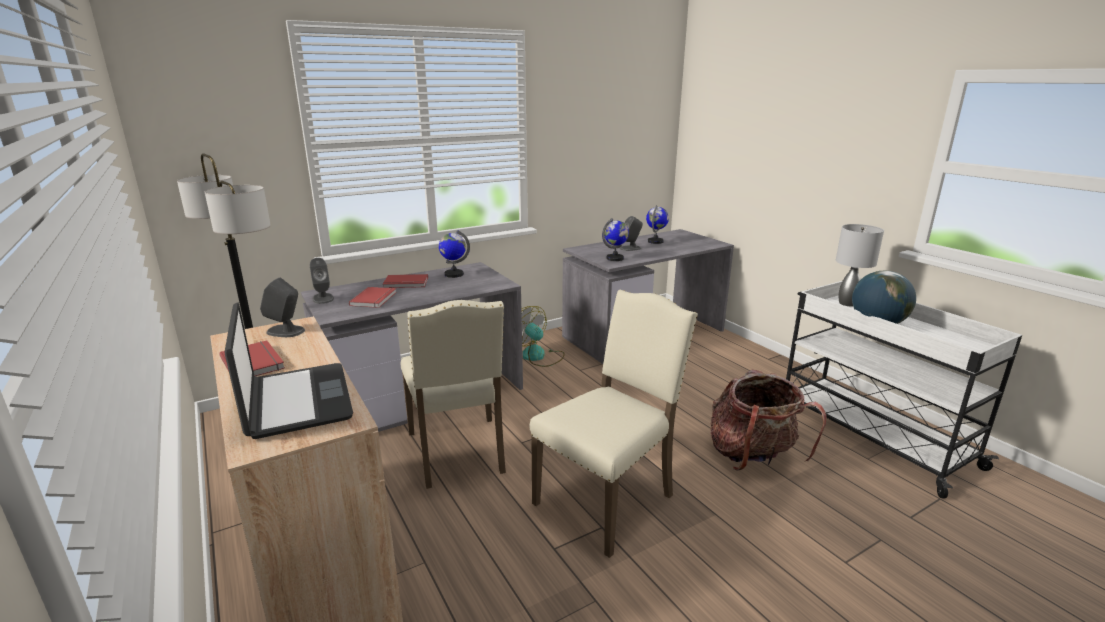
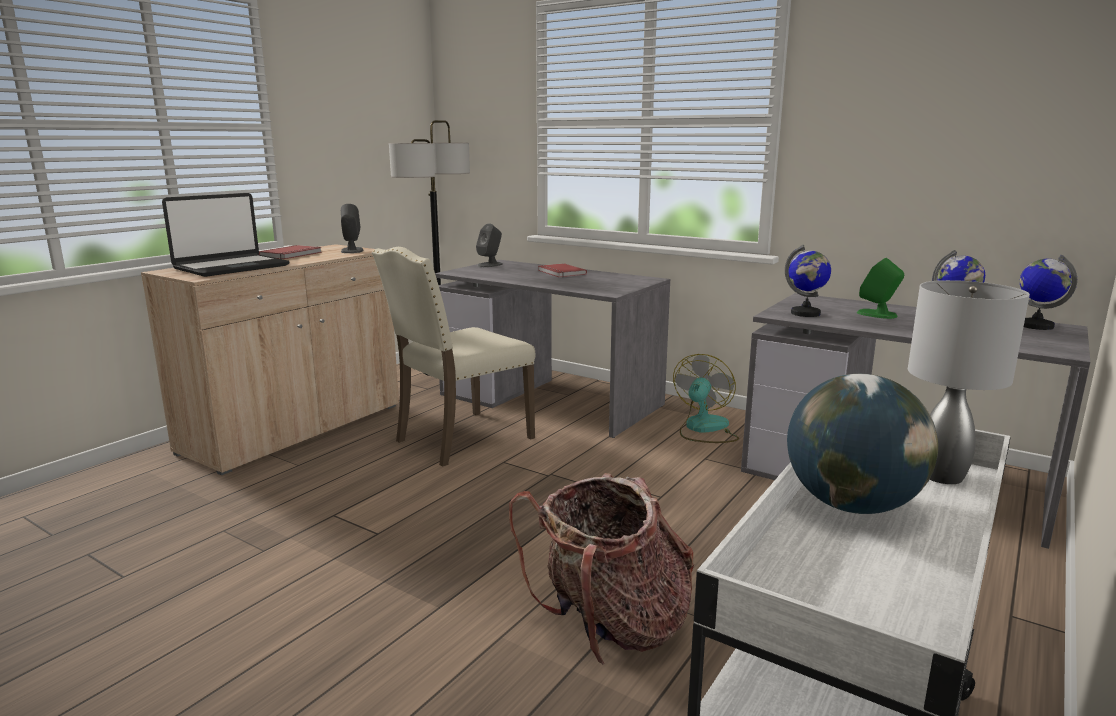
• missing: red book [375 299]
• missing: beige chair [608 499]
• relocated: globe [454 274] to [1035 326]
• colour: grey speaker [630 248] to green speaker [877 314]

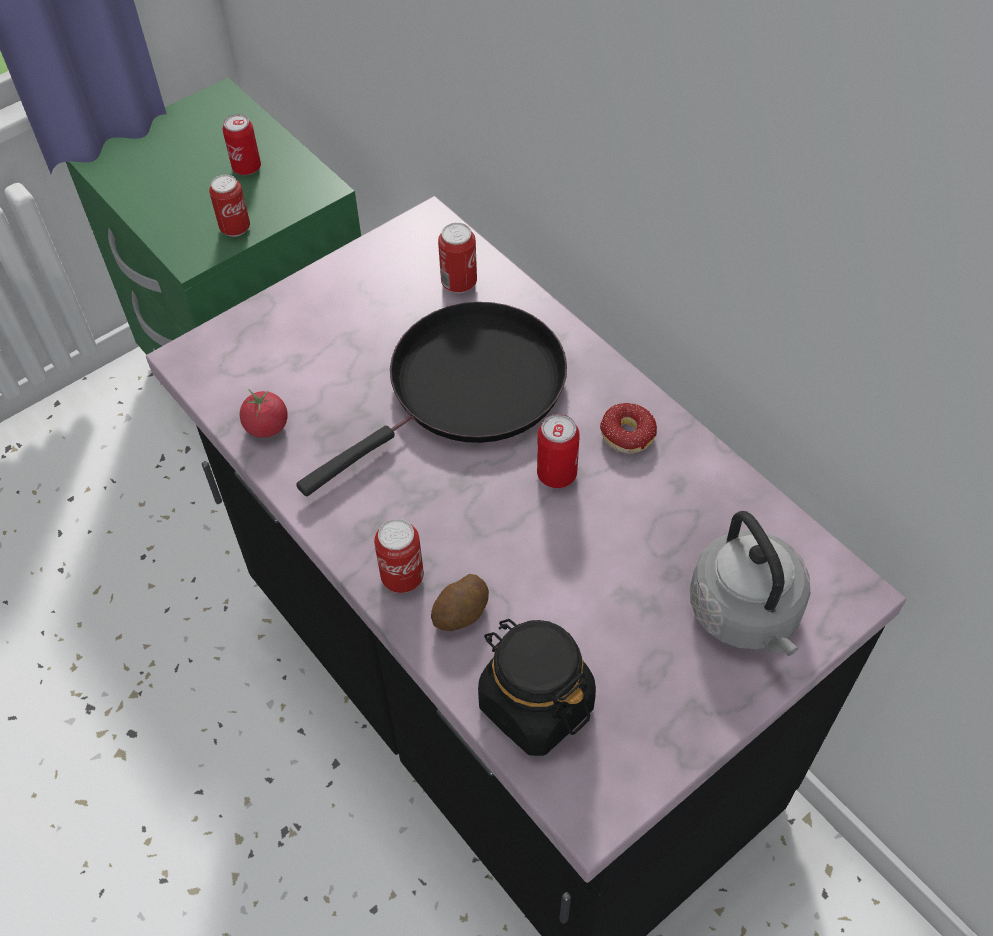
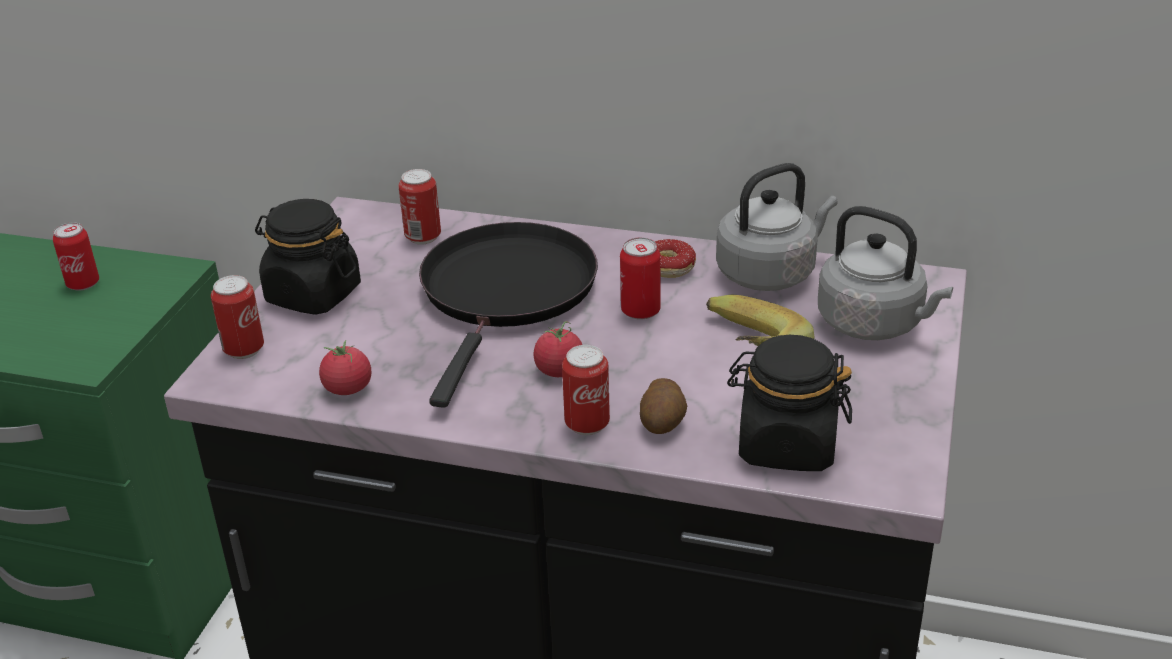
• appeared: black jar [312 294]
• appeared: tomato [559 370]
• appeared: banana [745 356]
• appeared: grey kettle [770 273]
• relocated: can [235 228] to [244 350]

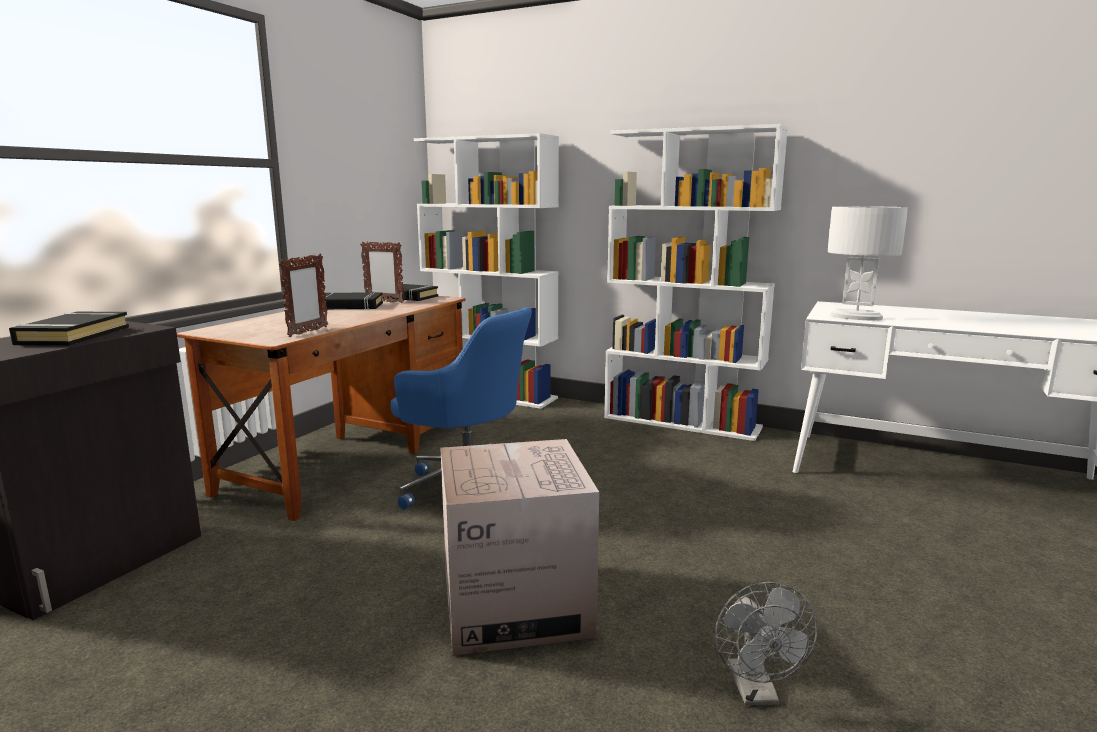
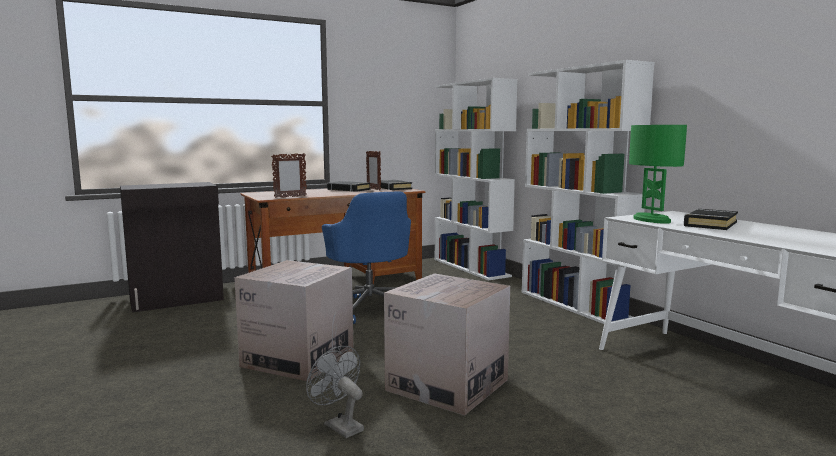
• appeared: cardboard box [447 385]
• relocated: black book [73 336] to [710 224]
• colour: white table lamp [855 317] to green table lamp [651 220]
• spun: grey fan [756 692] = [339 426] 105 degrees clockwise

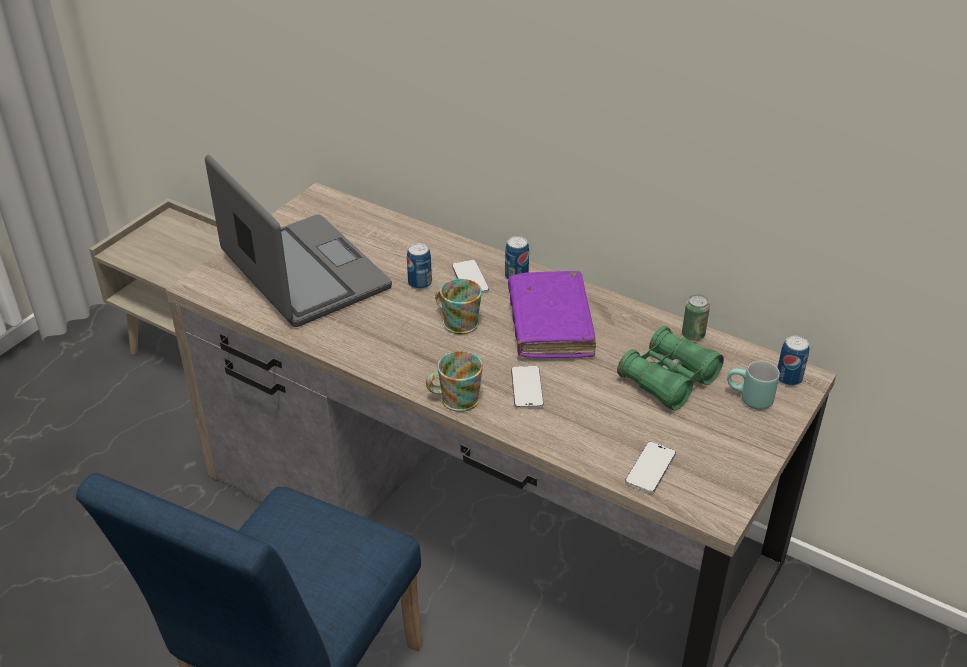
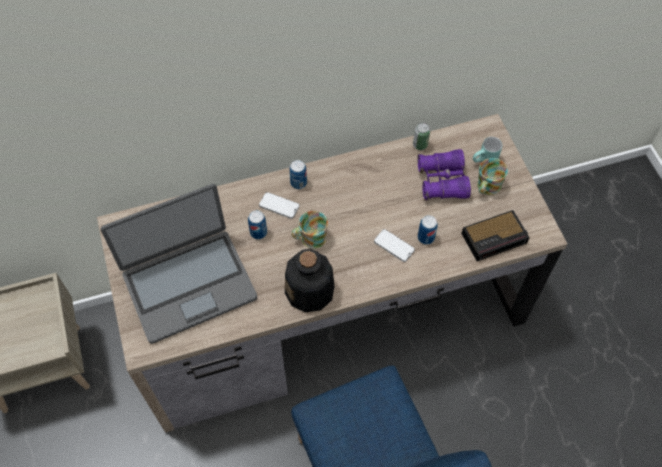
• missing: purple book [550 325]
• appeared: bottle [310 291]
• relocated: mug [454 399] to [486 187]
• relocated: can [788 378] to [426 237]
• exchanged: phone [650 469] to alarm clock [495 238]
• colour: green binoculars [668 379] to purple binoculars [442 181]
• spun: laptop [304 273] = [188 284] 150 degrees clockwise

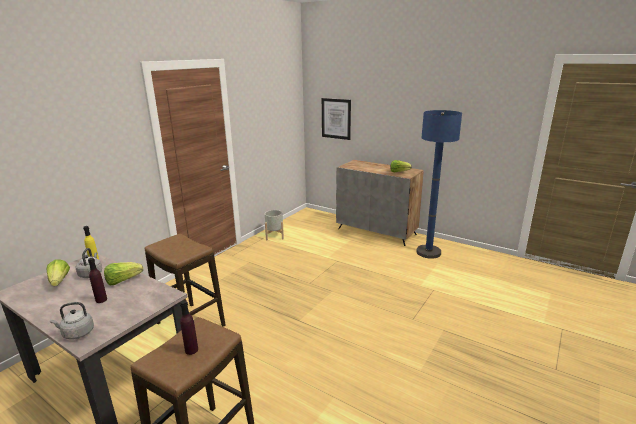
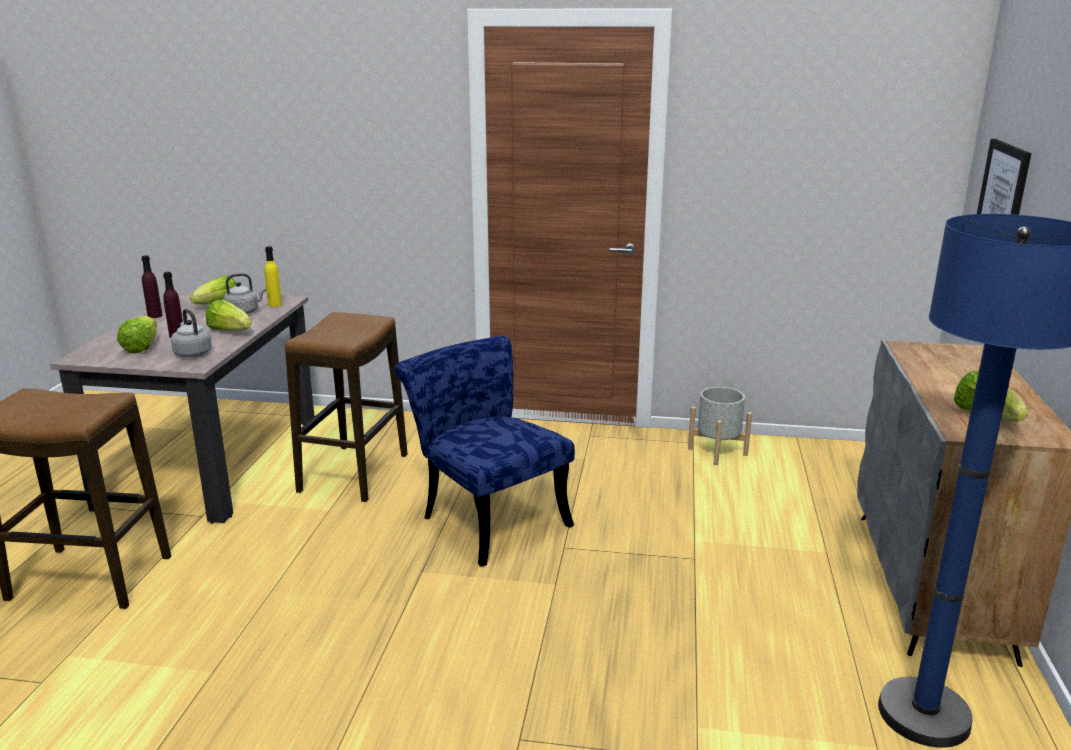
• appeared: lettuce [141 347]
• appeared: blue chair [487 518]
• relocated: grey kettle [77 333] to [192 353]
• relocated: purple bottle [191 350] to [155 316]

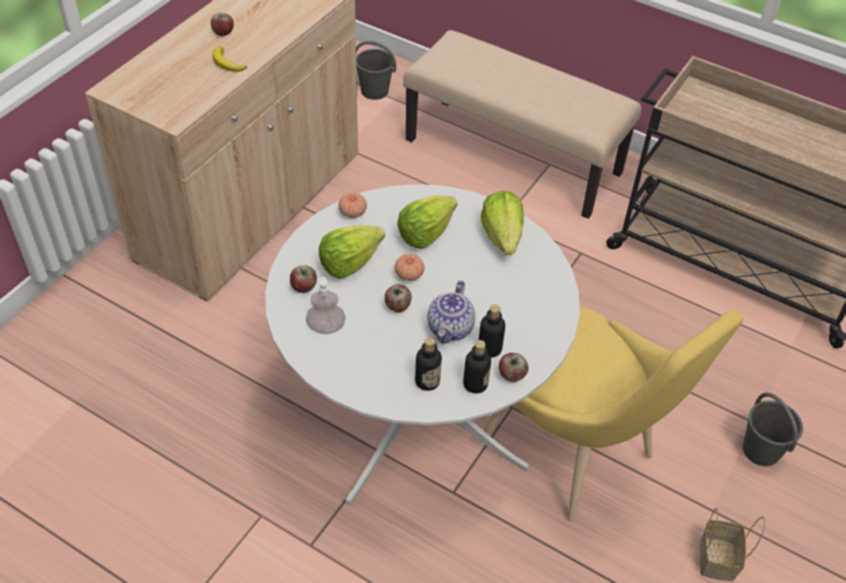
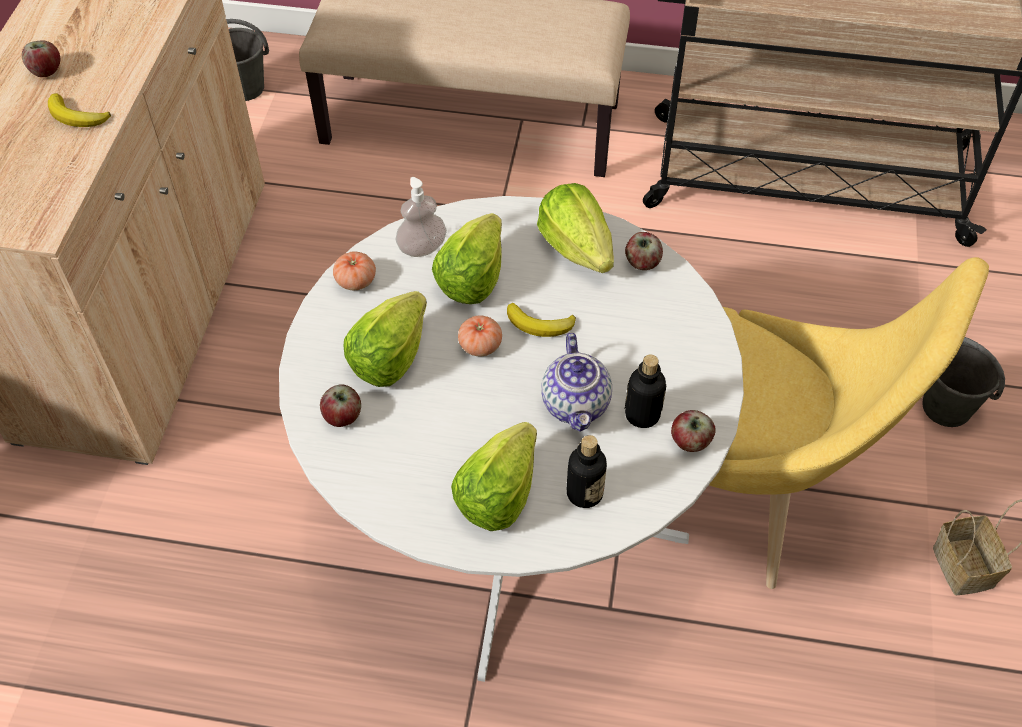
• missing: bottle [475 384]
• appeared: lettuce [498 494]
• appeared: banana [540 324]
• relocated: soap dispenser [326 327] to [422 247]
• relocated: apple [397 306] to [642 263]

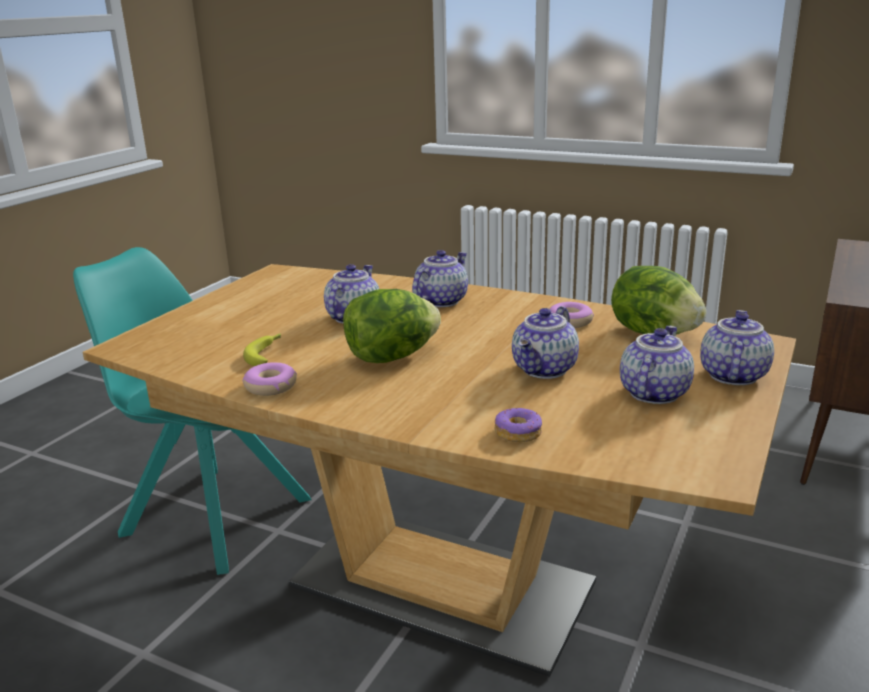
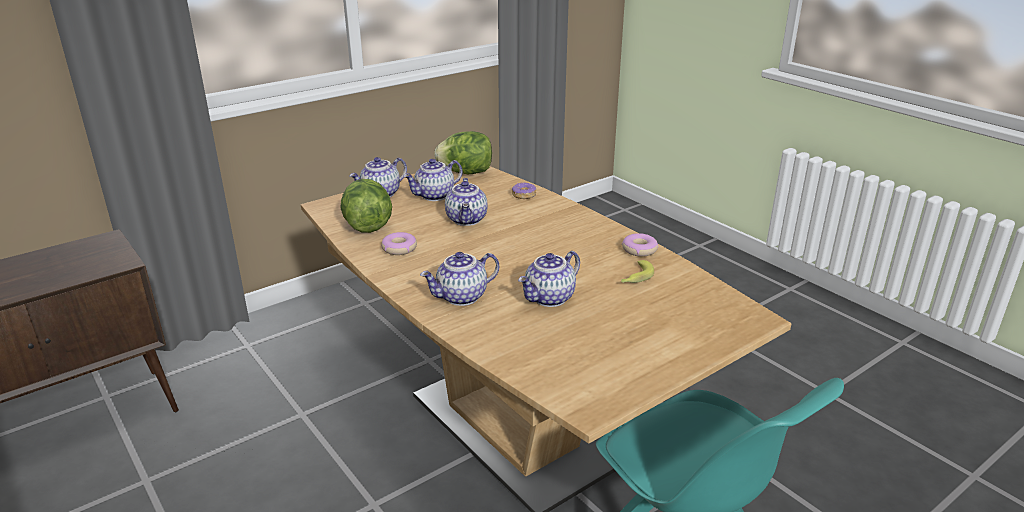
• relocated: lettuce [391 357] to [466 172]
• spun: teapot [545 370] = [467 220] 120 degrees clockwise

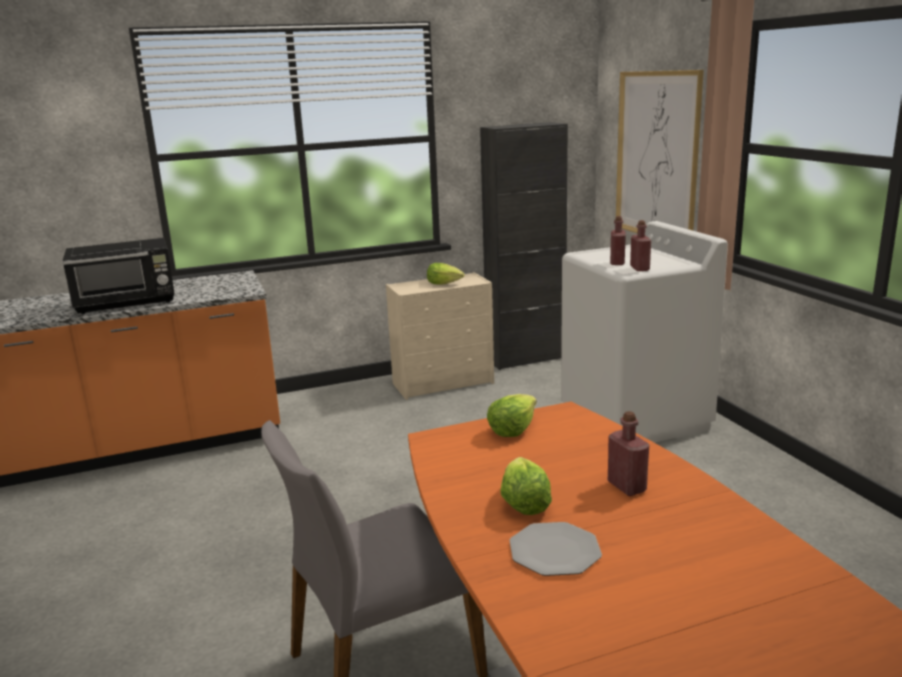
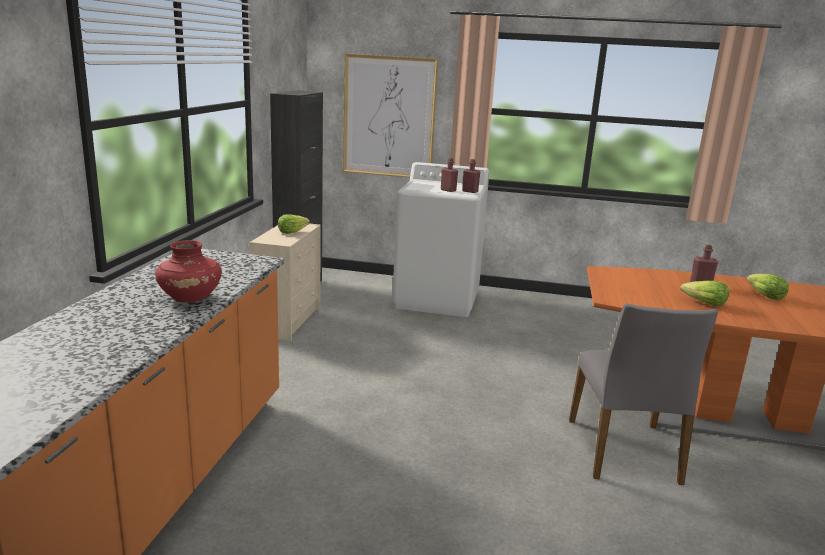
• missing: plate [554 551]
• relocated: lettuce [512 429] to [764 296]
• exchanged: black microwave [127 303] to red vase [190 298]

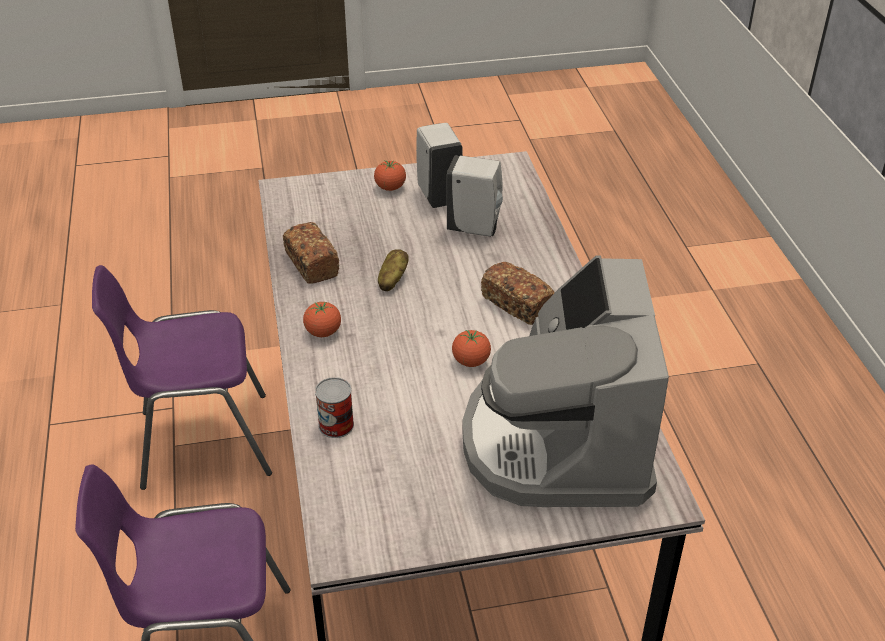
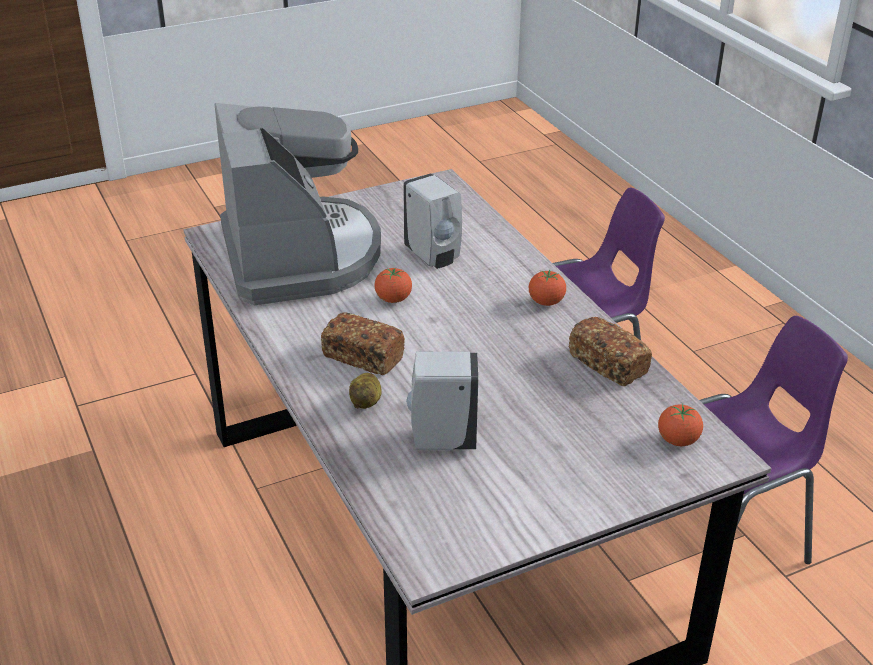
• missing: can [336 425]
• relocated: tomato [390 188] to [678 440]
• relocated: potato [392 280] to [366 402]
• relocated: white soap dispenser [438 195] to [433 257]

